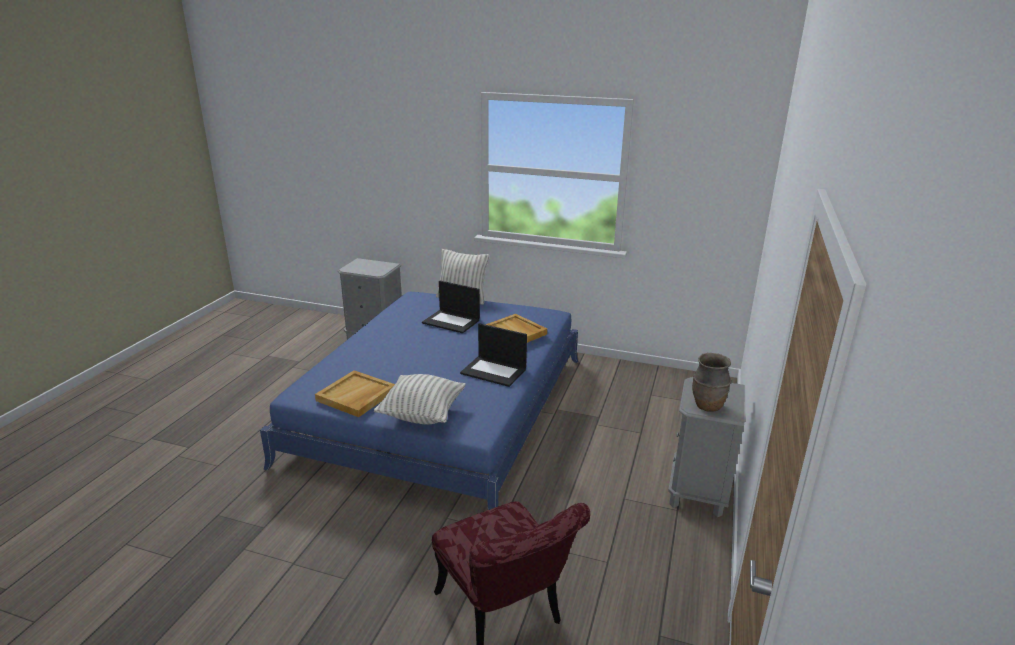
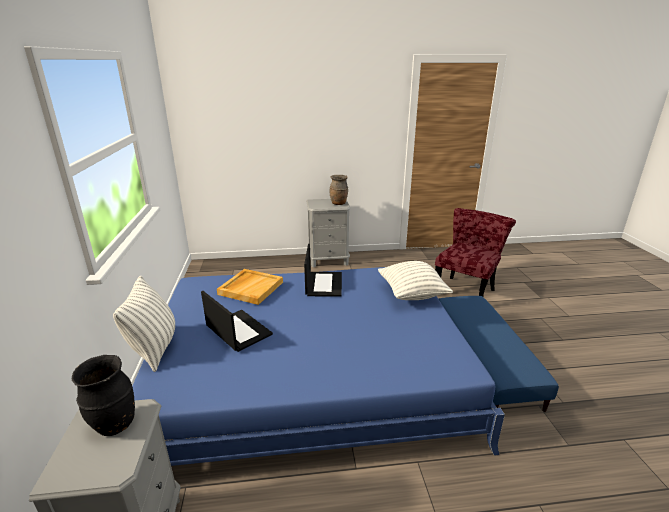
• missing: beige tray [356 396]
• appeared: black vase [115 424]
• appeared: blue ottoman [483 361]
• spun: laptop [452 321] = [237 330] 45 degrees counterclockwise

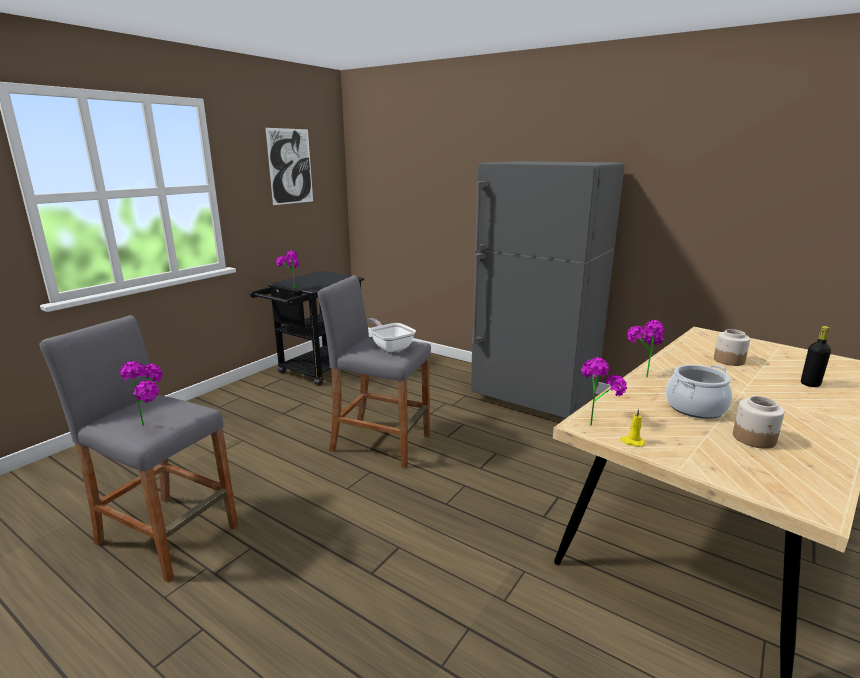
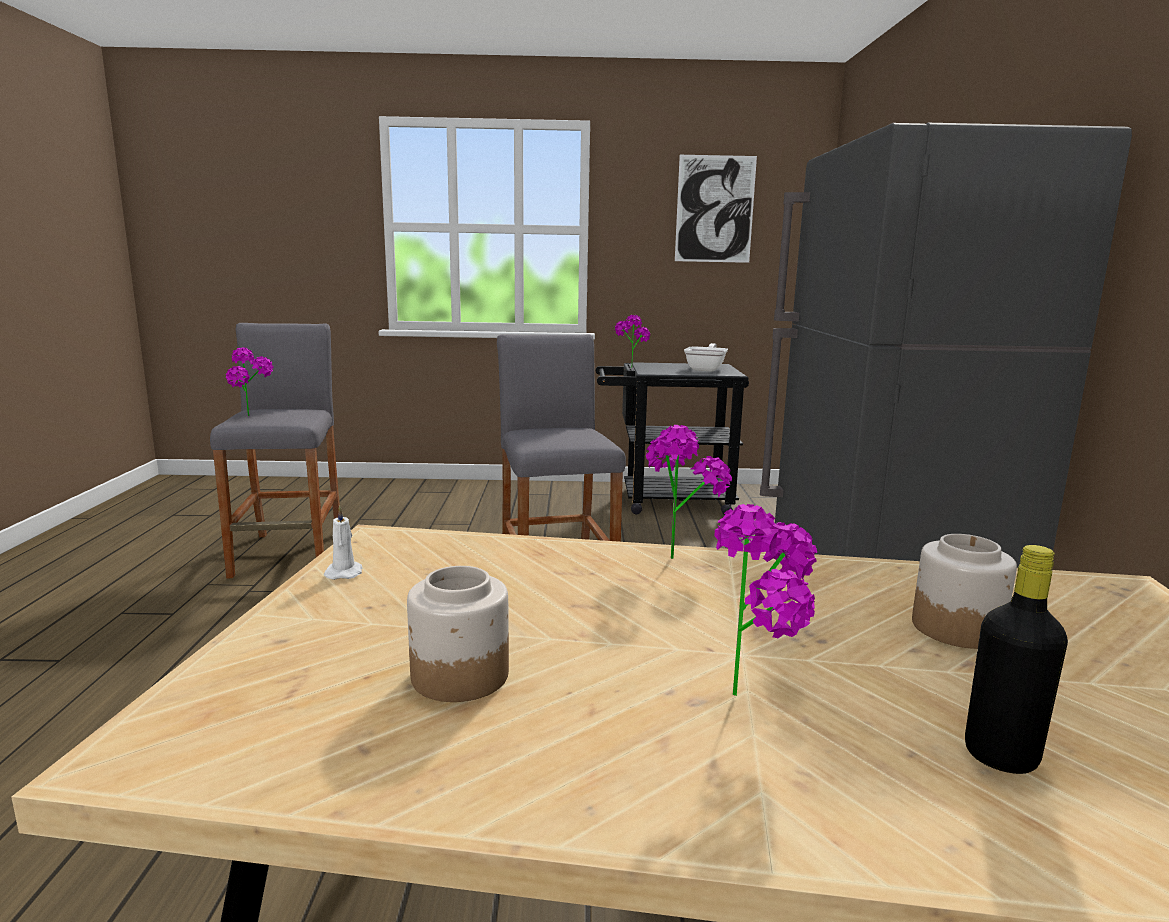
• missing: cooking pot [695 407]
• relocated: frying pan [390 346] to [706 369]
• relocated: potted plant [595 422] to [760 697]
• colour: yellow candle [632 442] to white candle [344 572]

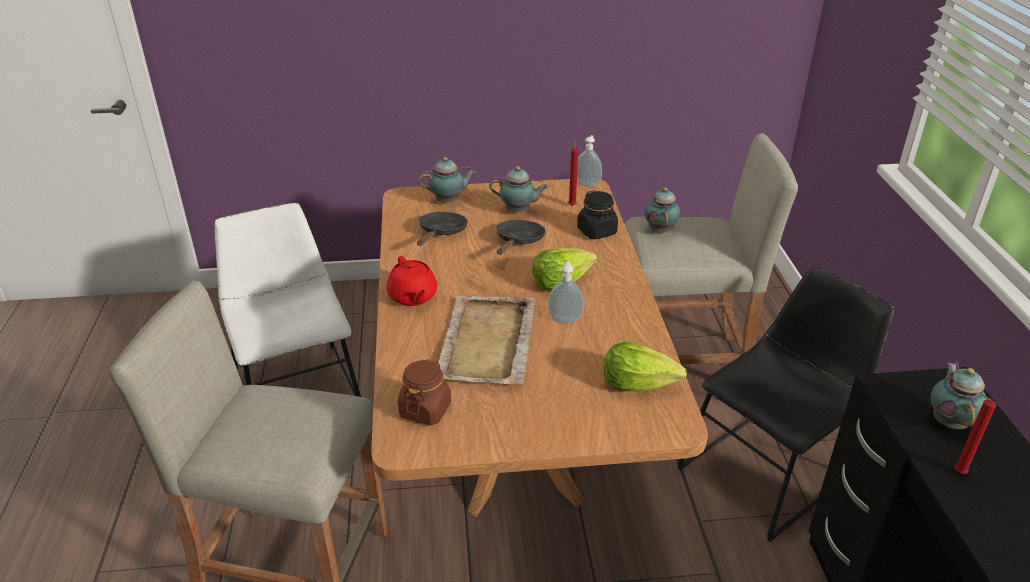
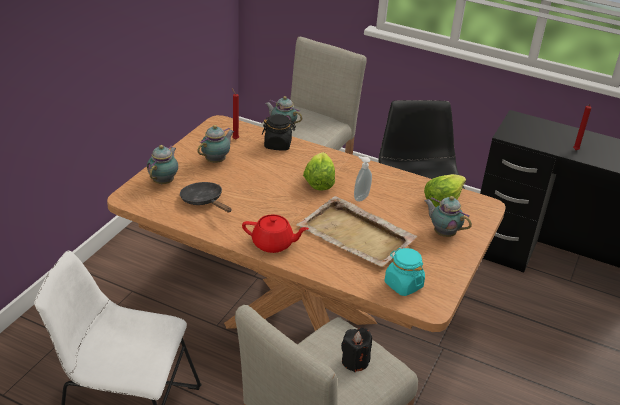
• missing: black frying pan [518 241]
• missing: soap dispenser [587 184]
• appeared: black candle [355 361]
• relocated: teapot [949 421] to [443 233]
• colour: brown jar [425 410] to turquoise jar [403 285]

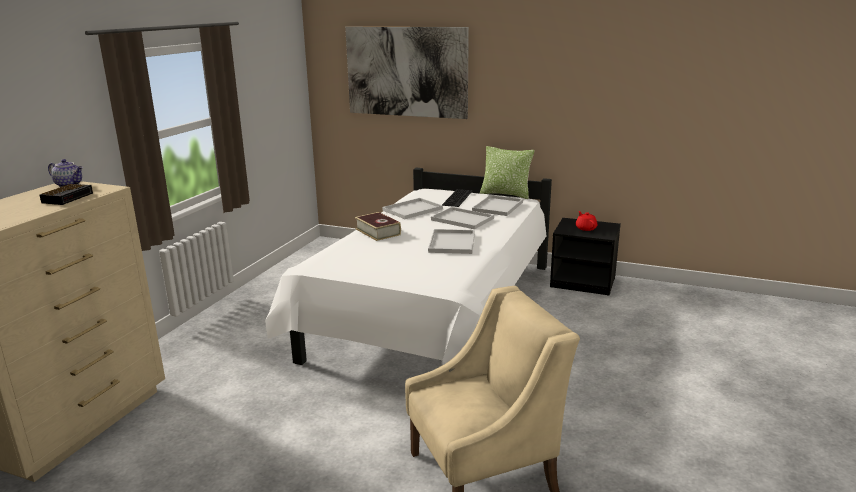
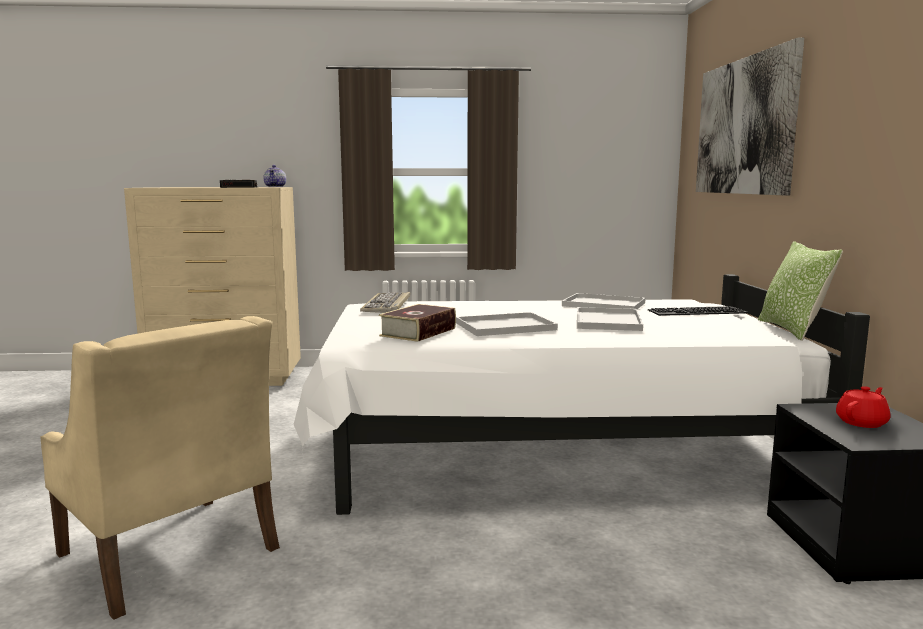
• missing: white tray [497 206]
• appeared: keyboard [387 305]
• relocated: book [378 232] to [418 332]

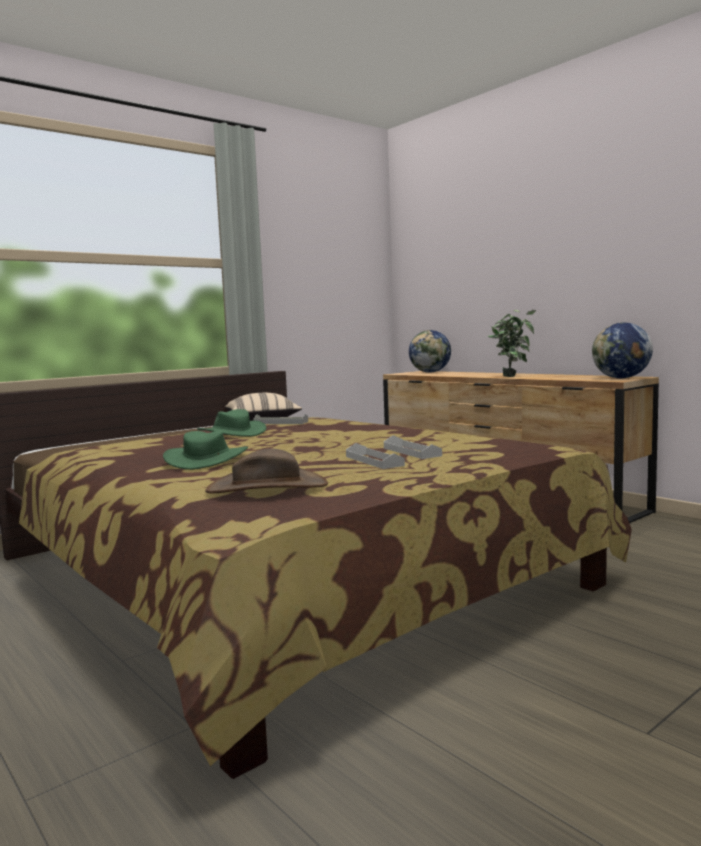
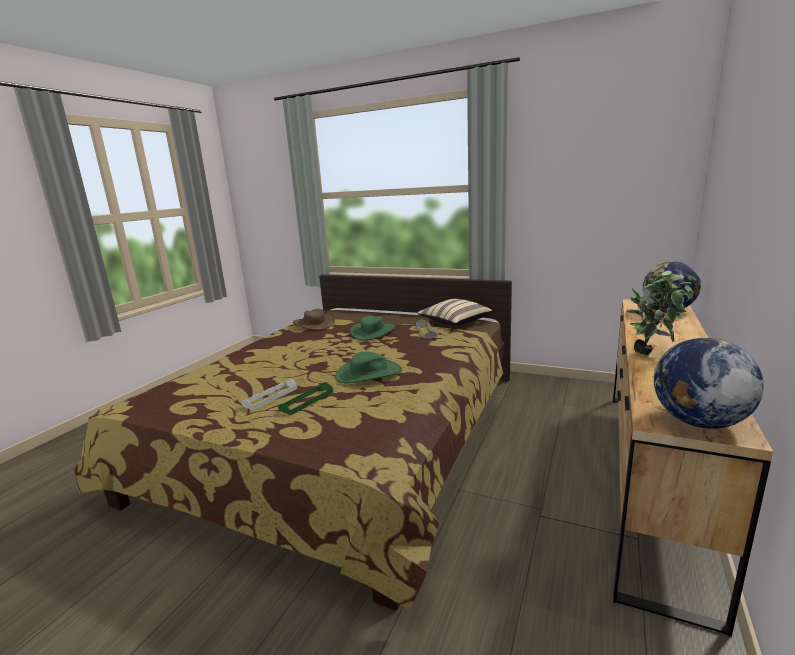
• relocated: green hat [207 459] to [369 373]
• relocated: brown hat [267 487] to [314 324]
• colour: white tray [411 452] to green tray [307 401]

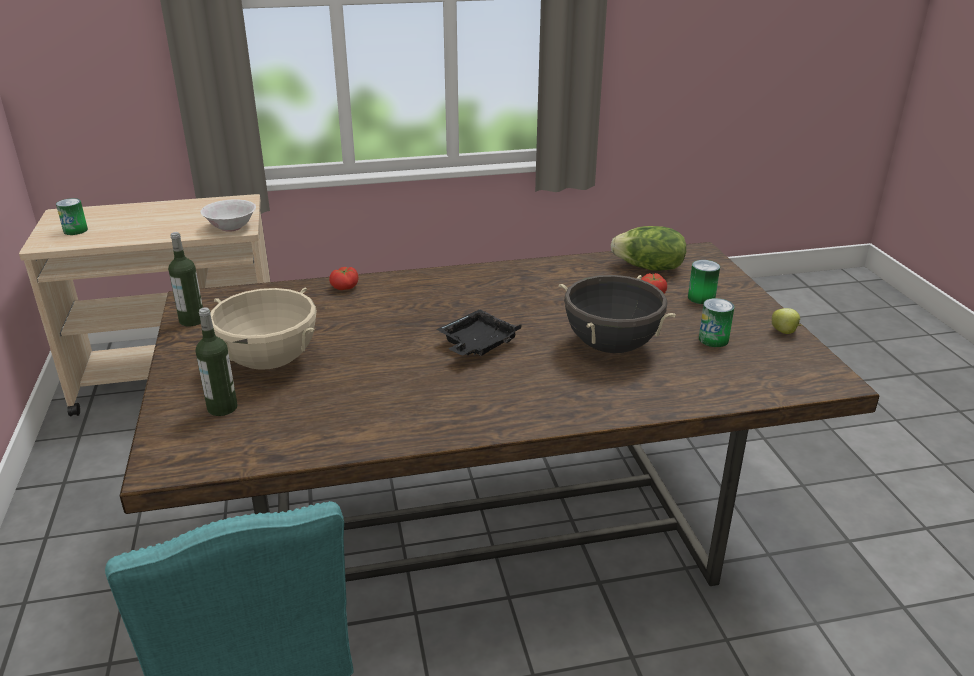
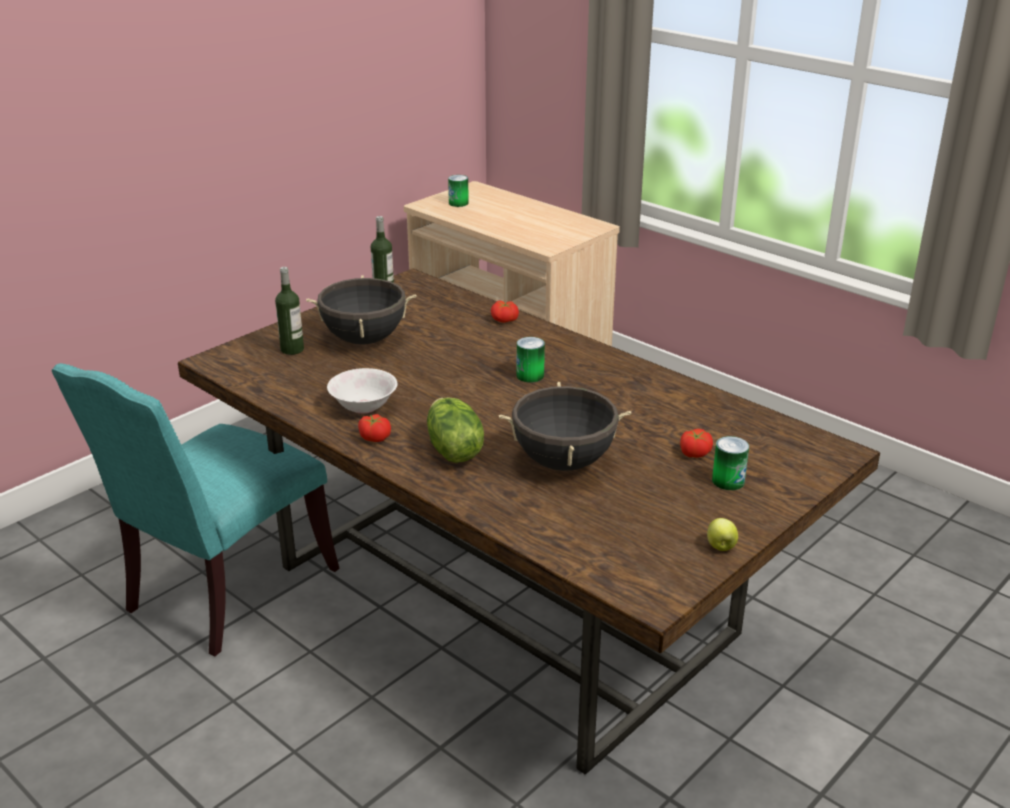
• missing: black tray [477 344]
• appeared: tomato [375 437]
• relocated: white bowl [231 227] to [364 407]
• relocated: lettuce [649 268] to [452 450]
• relocated: can [713 339] to [530 375]
• colour: beige cooking pot [270 361] to black cooking pot [364 339]

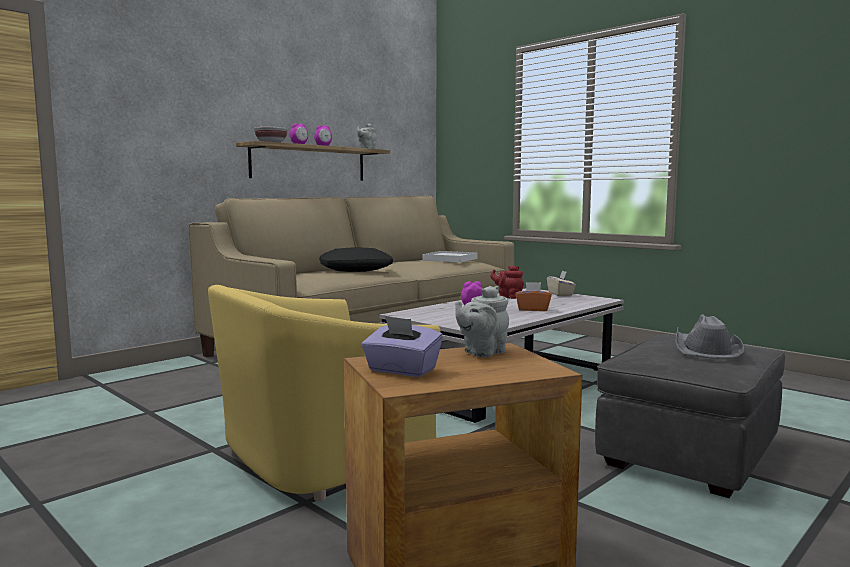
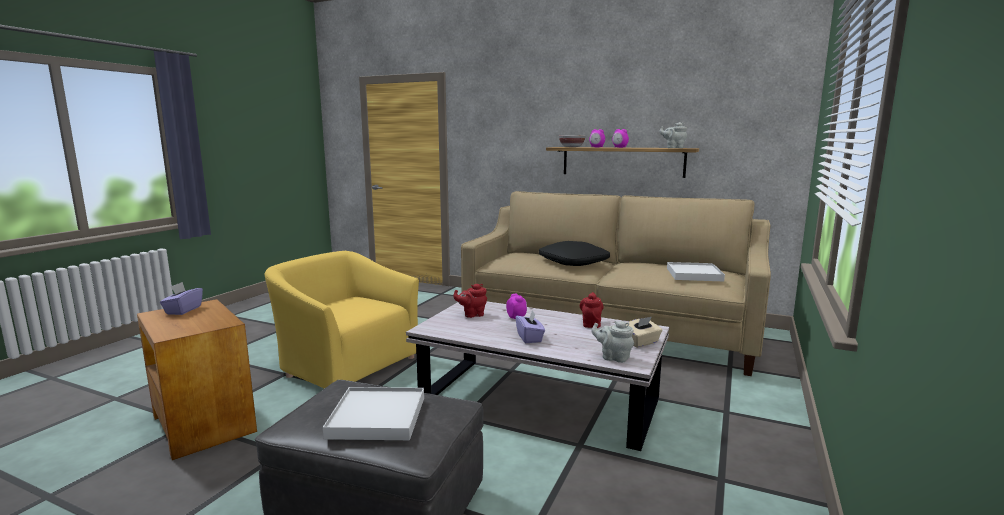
• appeared: red teapot [472 314]
• relocated: grey teapot [482 352] to [613 357]
• exchanged: grey hat [705 349] to white tray [377 417]
• colour: orange tissue box [532 309] to purple tissue box [530 338]

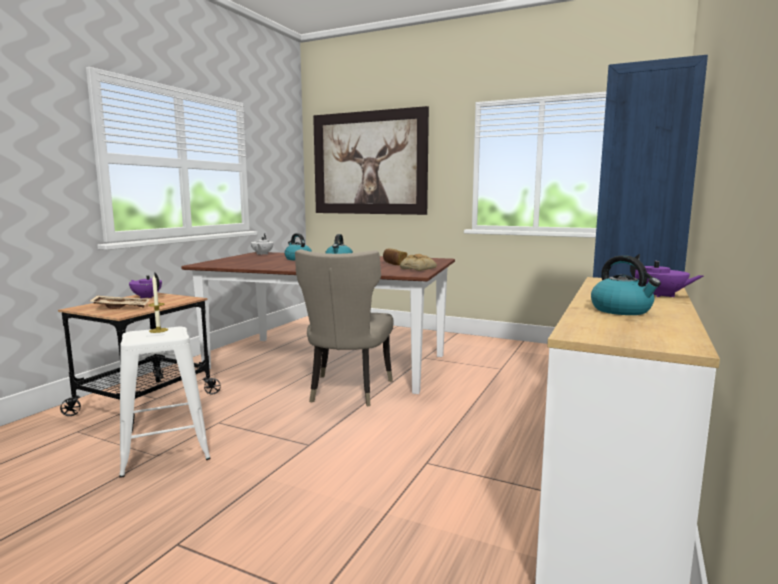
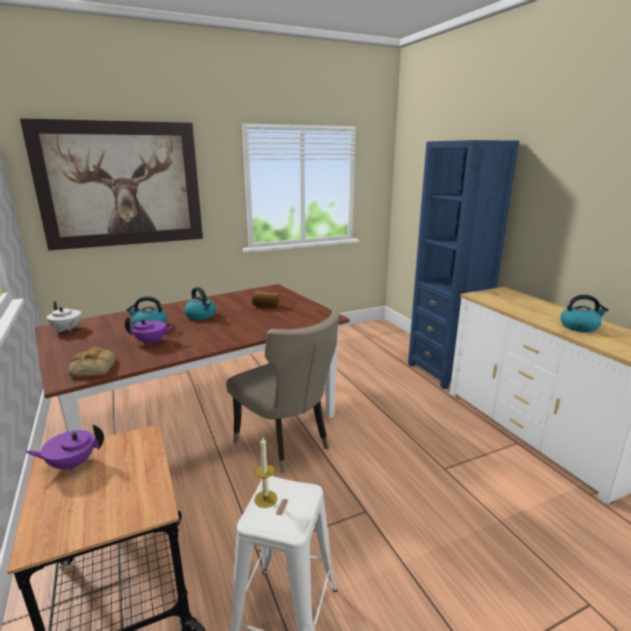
• missing: beige tray [121 307]
• relocated: bread [418 268] to [93 368]
• relocated: purple teapot [661 295] to [151 342]

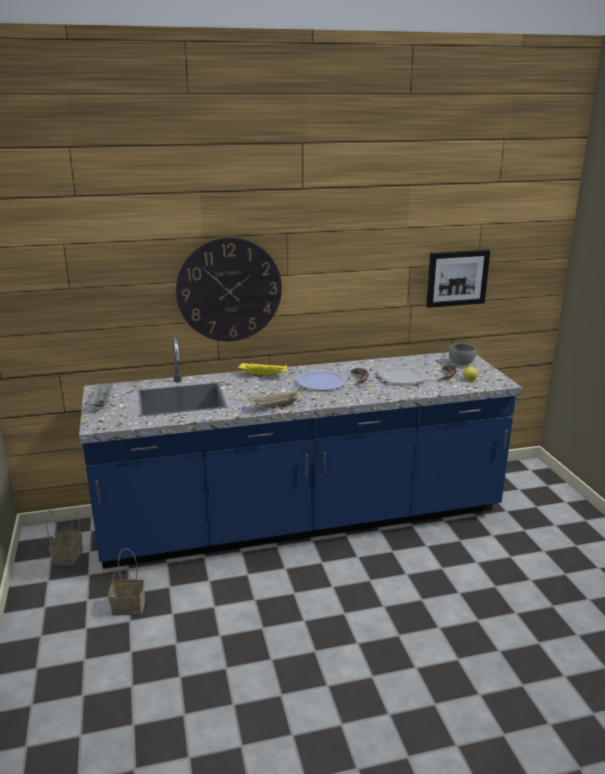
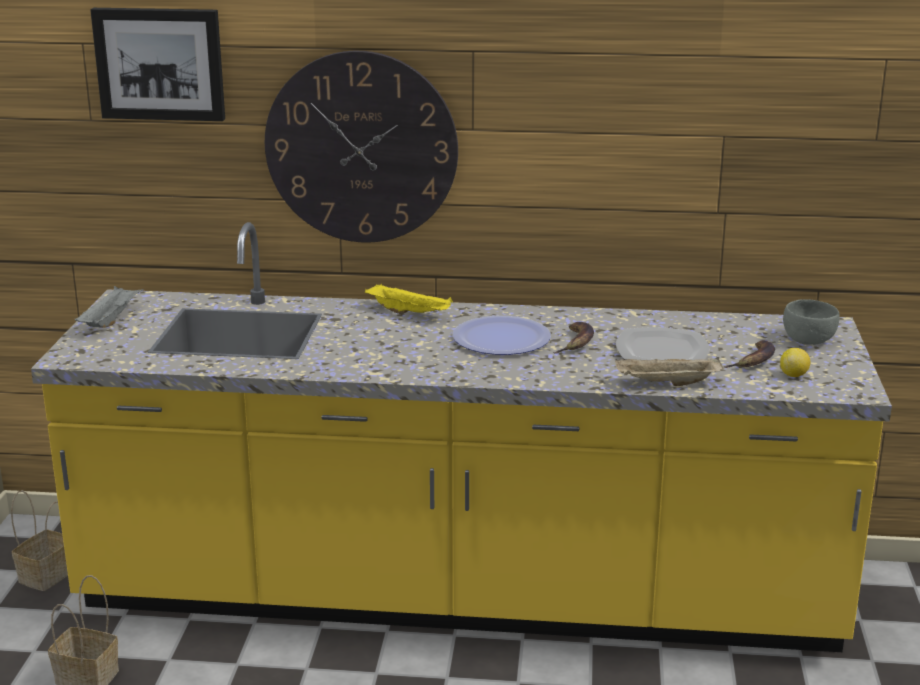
• relocated: beige tray [275 407] to [666 384]
• relocated: picture [457 278] to [160 64]
• colour: blue counter [302 520] to yellow counter [460 595]

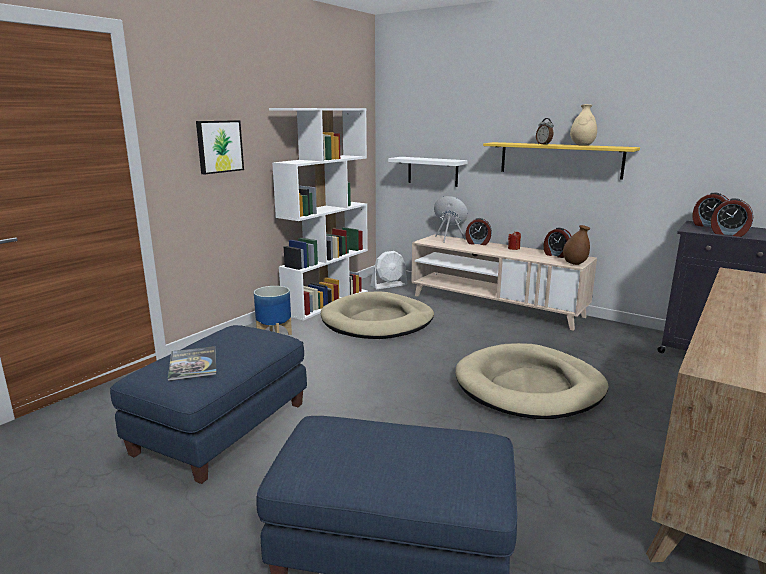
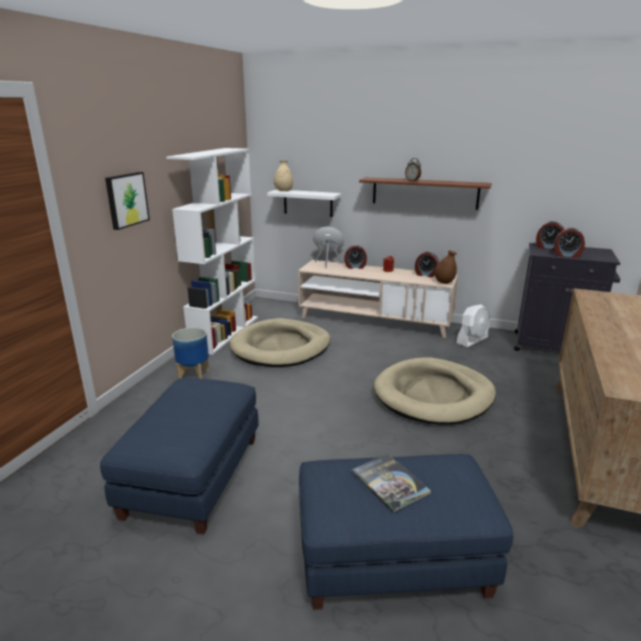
• relocated: book [193 364] to [390 483]
• relocated: white fan [389 285] to [472 340]
• relocated: beige vase [582 145] to [283 191]
• colour: yellow shelf [560 159] to brown shelf [424 193]

